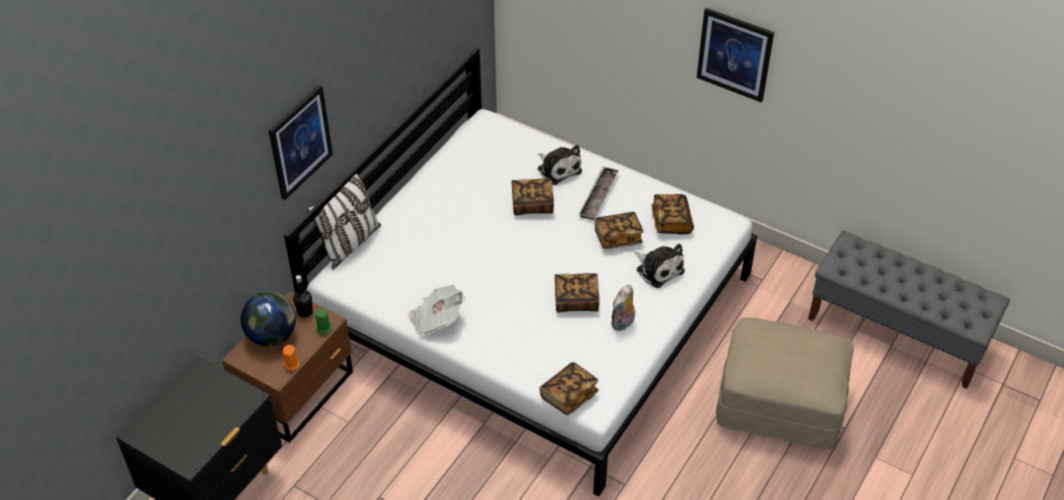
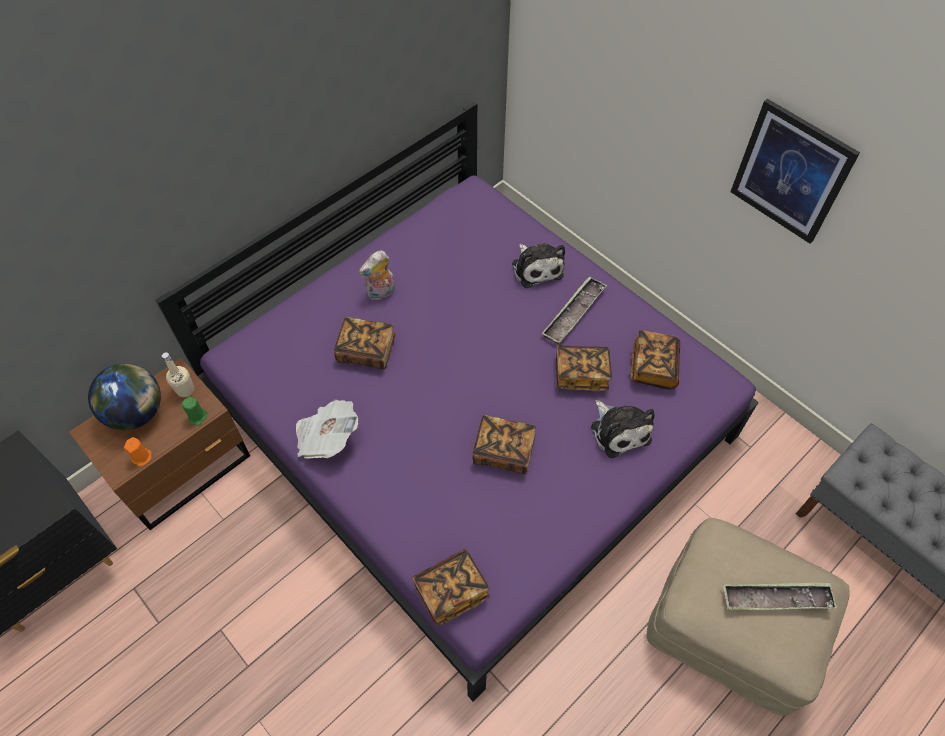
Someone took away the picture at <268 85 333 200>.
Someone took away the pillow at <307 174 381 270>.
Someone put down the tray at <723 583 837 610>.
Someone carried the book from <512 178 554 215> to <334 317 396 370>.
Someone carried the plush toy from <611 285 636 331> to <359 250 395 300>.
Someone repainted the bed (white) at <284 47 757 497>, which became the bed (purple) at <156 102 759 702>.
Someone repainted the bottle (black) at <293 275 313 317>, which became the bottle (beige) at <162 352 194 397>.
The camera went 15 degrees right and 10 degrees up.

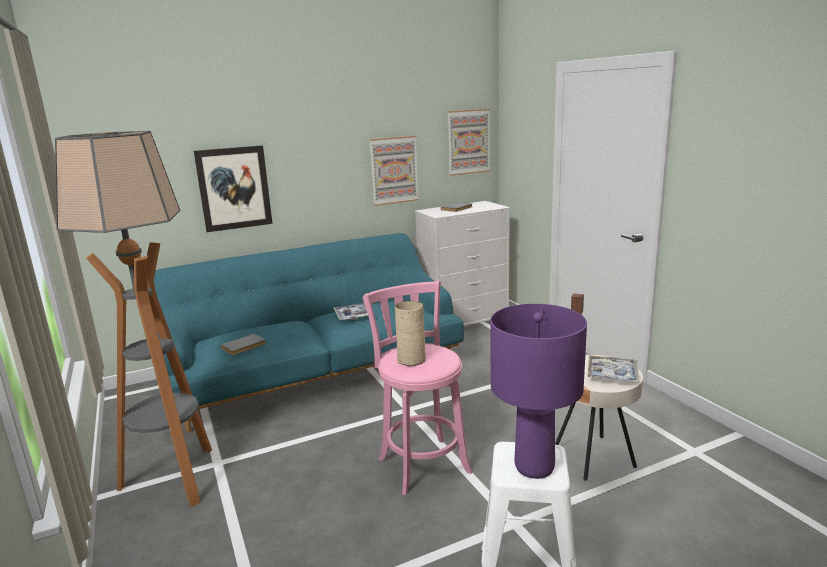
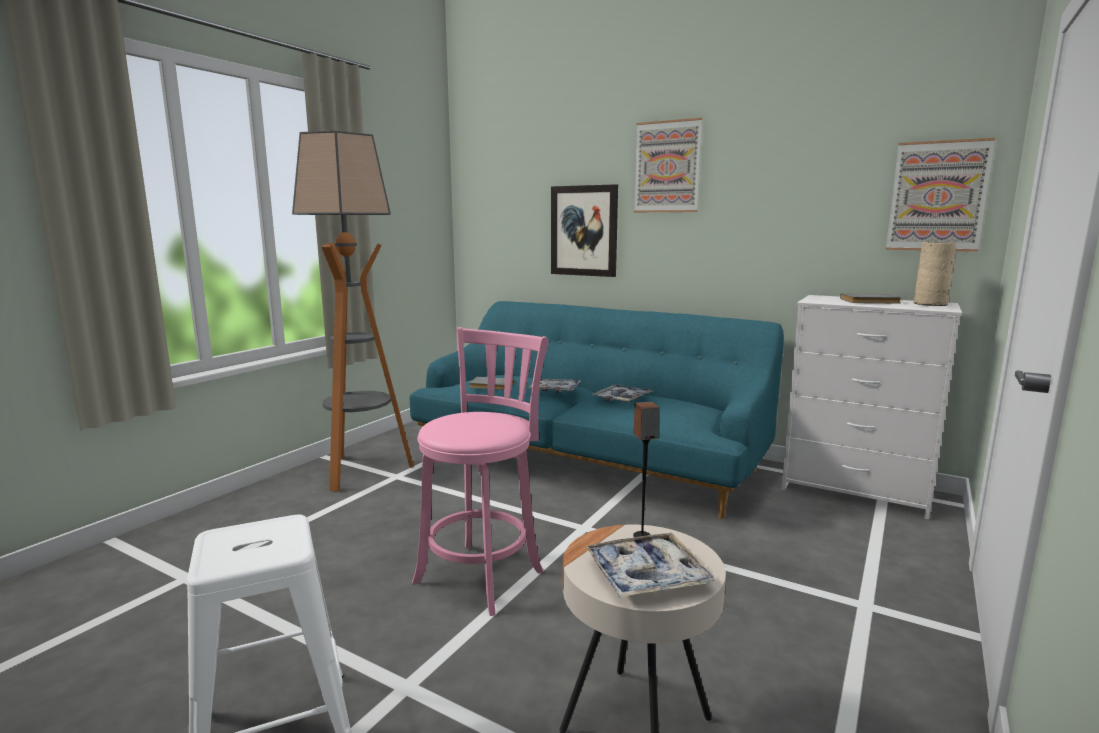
Someone took away the table lamp (purple) at <490 304 587 479>.
Someone put down the tray at <528 379 581 393>.
Someone carried the picture from <369 136 419 206> to <634 118 702 212>.
Someone carried the vase (beige) from <395 301 426 366> to <913 242 956 306>.
The camera went 55 degrees right and 5 degrees down.

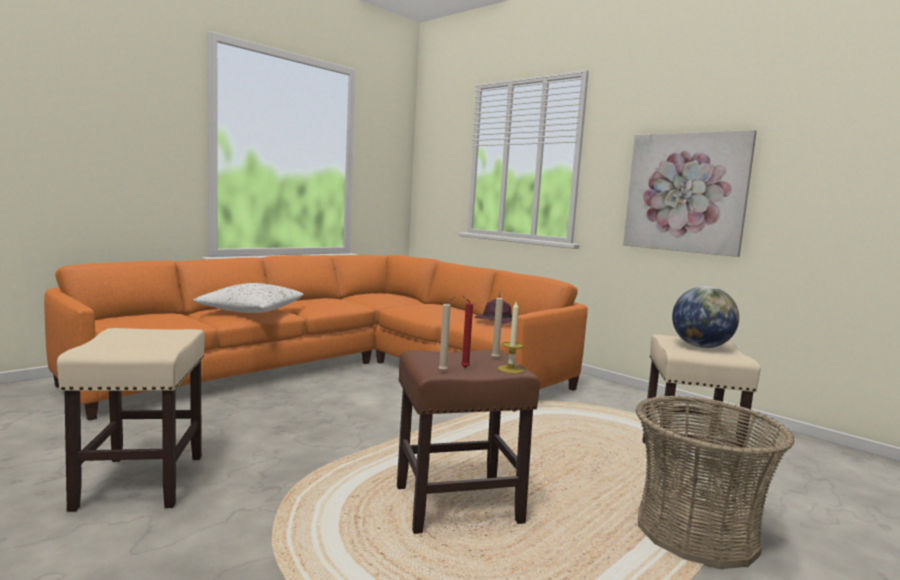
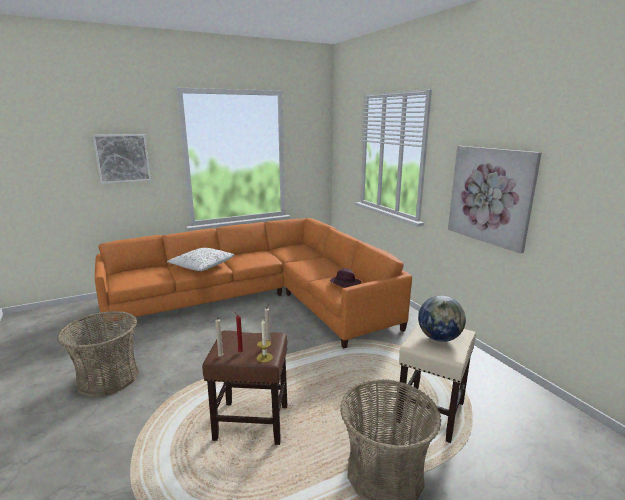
Someone put up the picture at <93 134 151 184>.
Someone swapped the stool (beige) at <57 328 205 512> for the basket at <57 311 139 397>.
The camera went 20 degrees right and 10 degrees up.

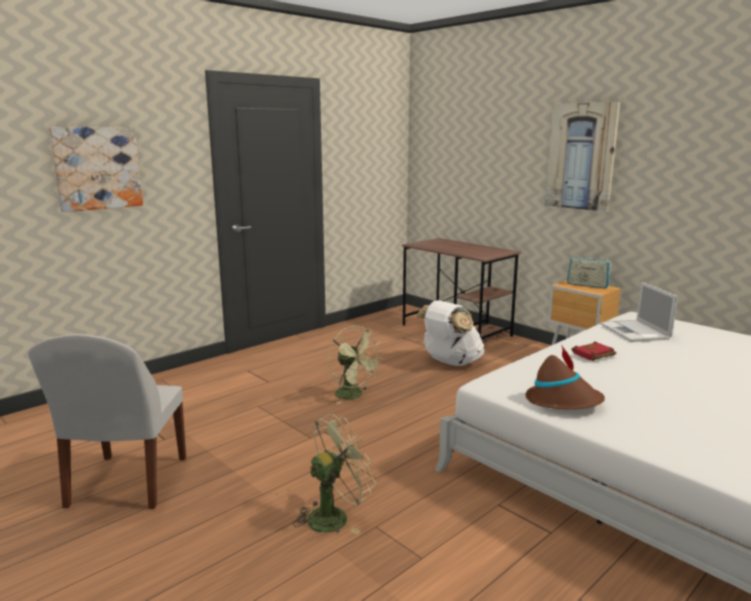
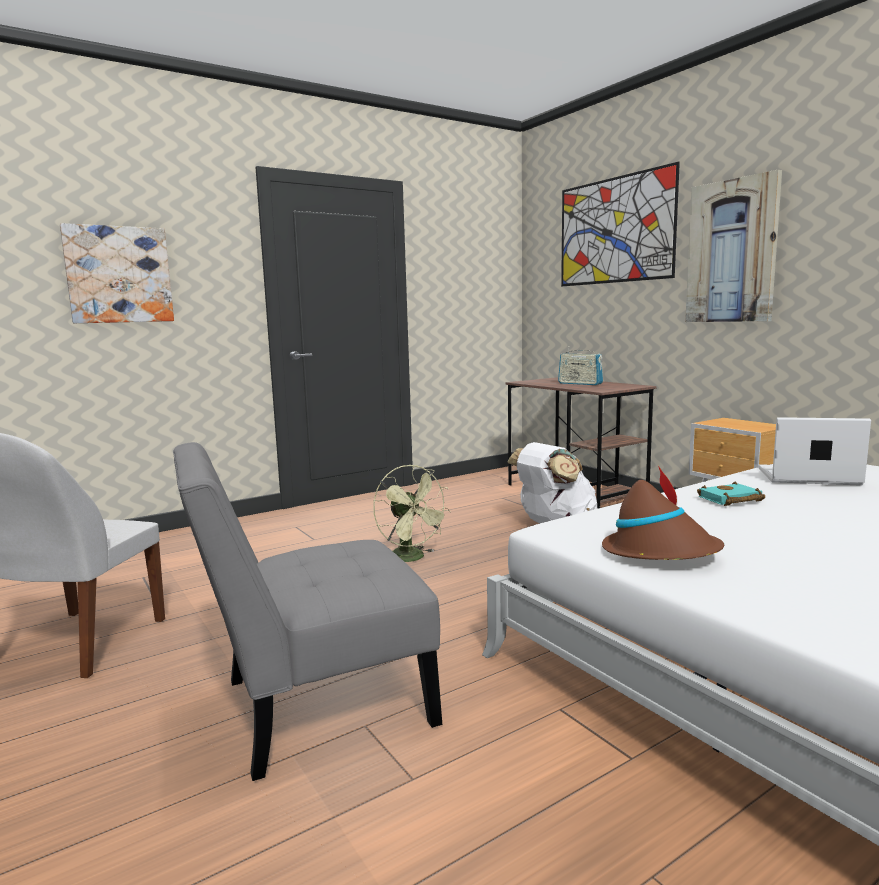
Someone put up the picture at <561 162 680 286>.
Someone carried the radio from <567 251 611 288> to <558 346 603 385>.
Someone swapped the fan (green) at <293 414 376 534> for the chair (grey) at <173 442 442 781>.
Someone repainted the book (red) at <571 341 616 361>, which became the book (turquoise) at <697 481 765 506>.
Someone rotated the laptop at <600 282 678 342> by 105 degrees clockwise.
The camera went 10 degrees right and 5 degrees down.

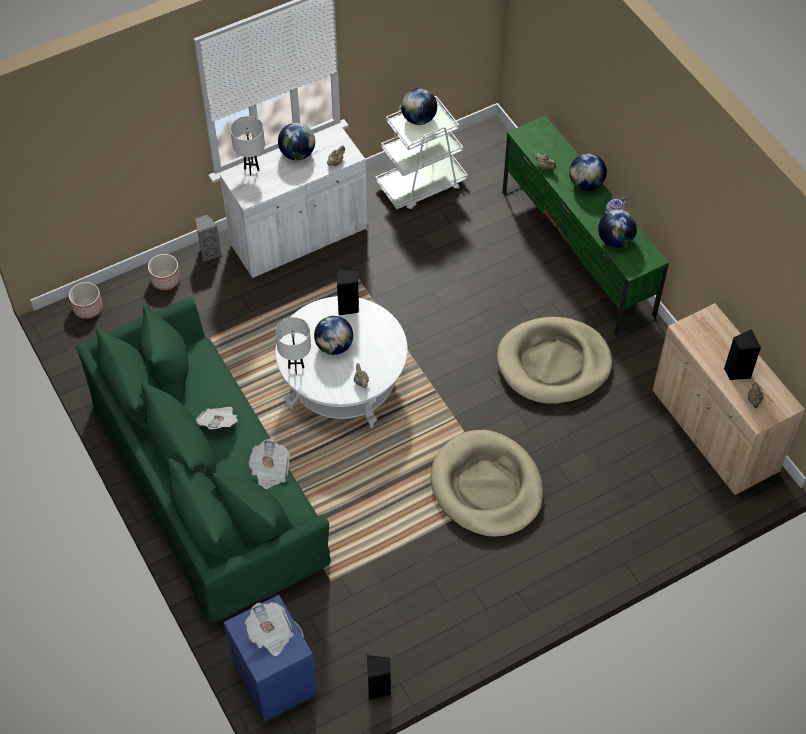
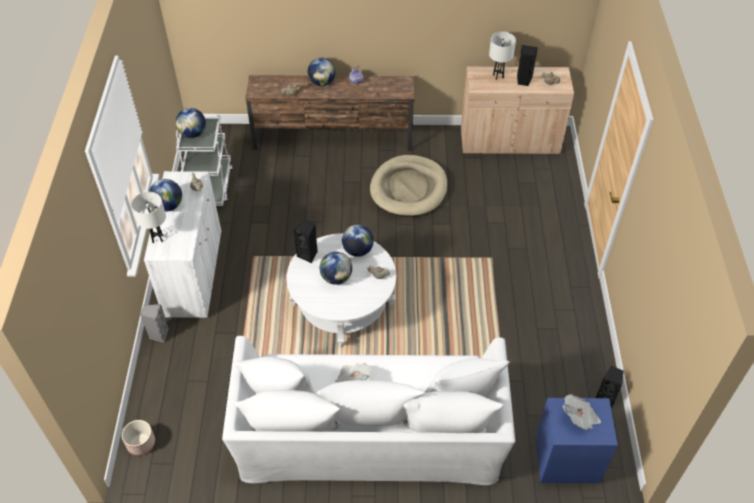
Someone took away the planter at <148 254 180 290>.
Someone took away the newspaper at <248 439 290 489>.
Someone took away the dog bed (beige) at <431 430 543 538>.
Someone carried the table lamp (white) from <275 317 311 375> to <489 32 516 80>.
Someone carried the globe from <598 209 637 248> to <342 225 374 257>.
Someone repainted the sofa (green) at <76 297 331 623>, which became the sofa (white) at <222 336 515 485>.
Someone repainted the tv stand (green) at <503 116 669 338>, which became the tv stand (brown) at <245 75 414 151>.
The camera went 60 degrees left and 5 degrees down.

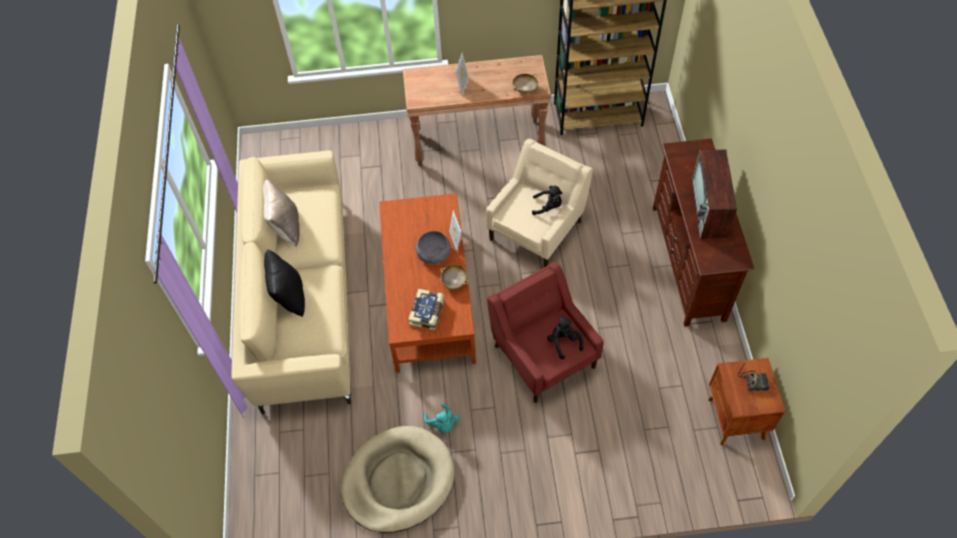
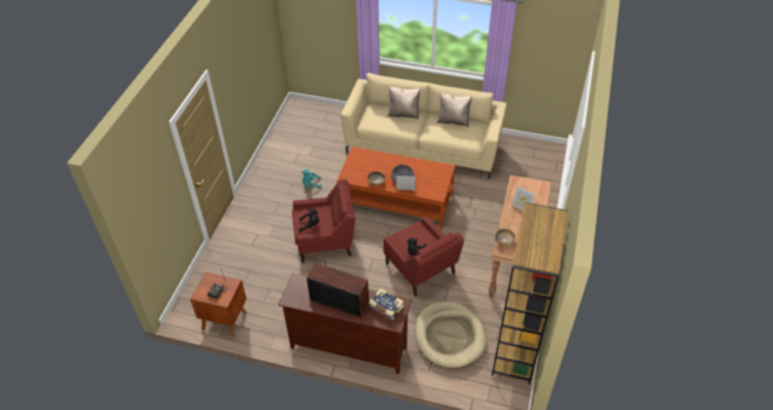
Someone carried the dog bed (beige) from <341 426 454 533> to <415 301 486 368>.
Someone carried the book from <408 289 444 330> to <369 288 404 320>.
Someone repainted the pillow (black) at <264 250 305 317>, which became the pillow (beige) at <388 87 420 119>.
Someone repainted the armchair (beige) at <486 138 593 267>, which became the armchair (red) at <383 216 464 297>.
The camera went 110 degrees right and 10 degrees down.

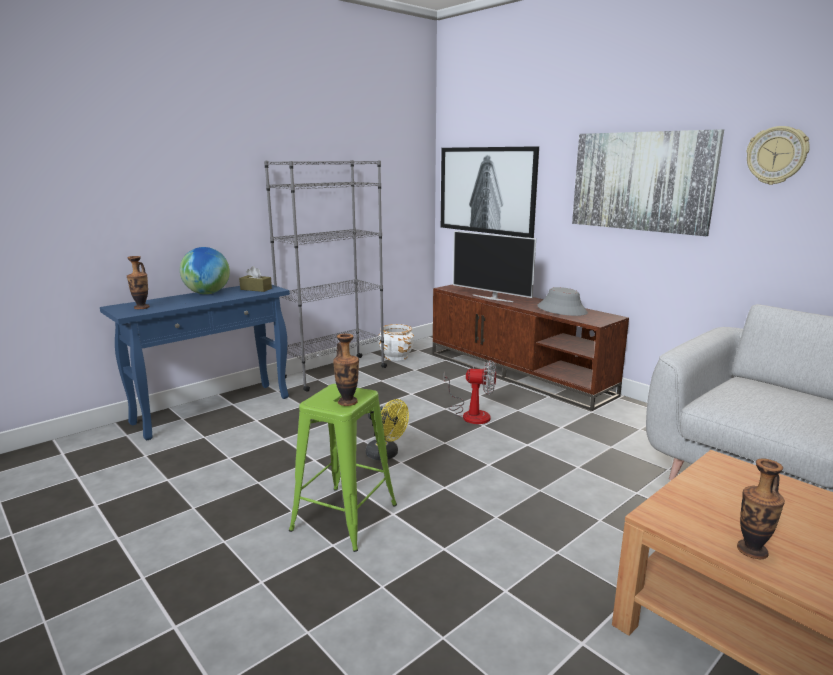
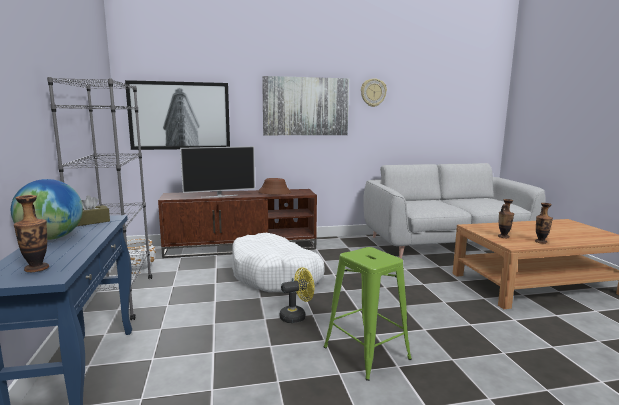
Someone carried the vase from <333 334 359 406> to <498 199 514 238>.
Someone swapped the fan at <444 360 496 424> for the dog bed (white) at <232 233 324 292>.
Someone repainted the hat (grey) at <537 287 588 316>, which became the hat (brown) at <257 178 291 195>.
The camera went 60 degrees left and 5 degrees down.

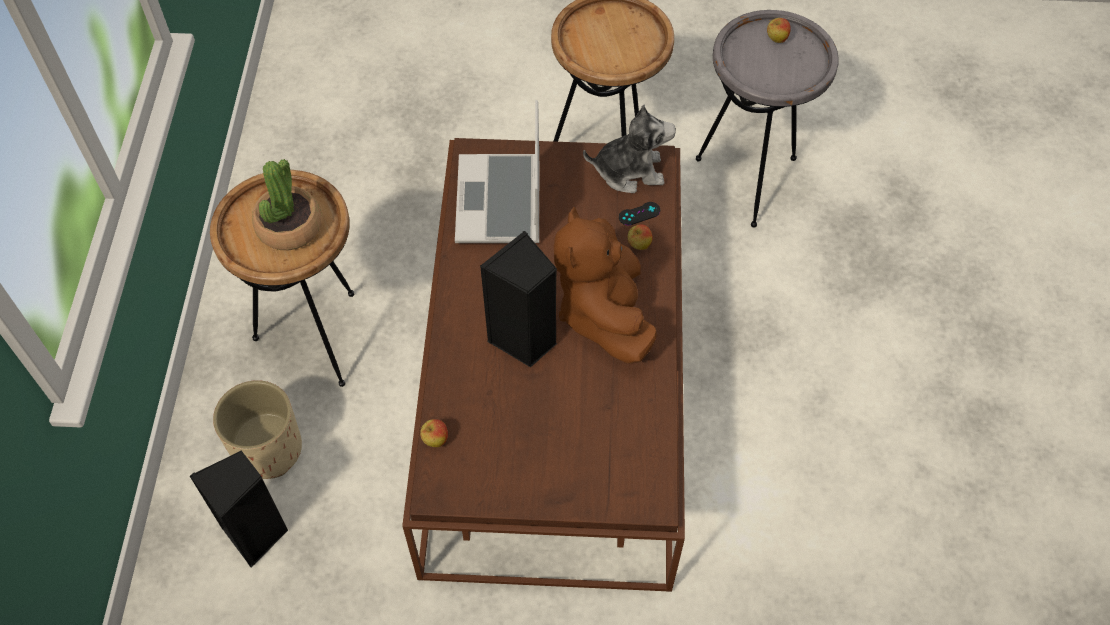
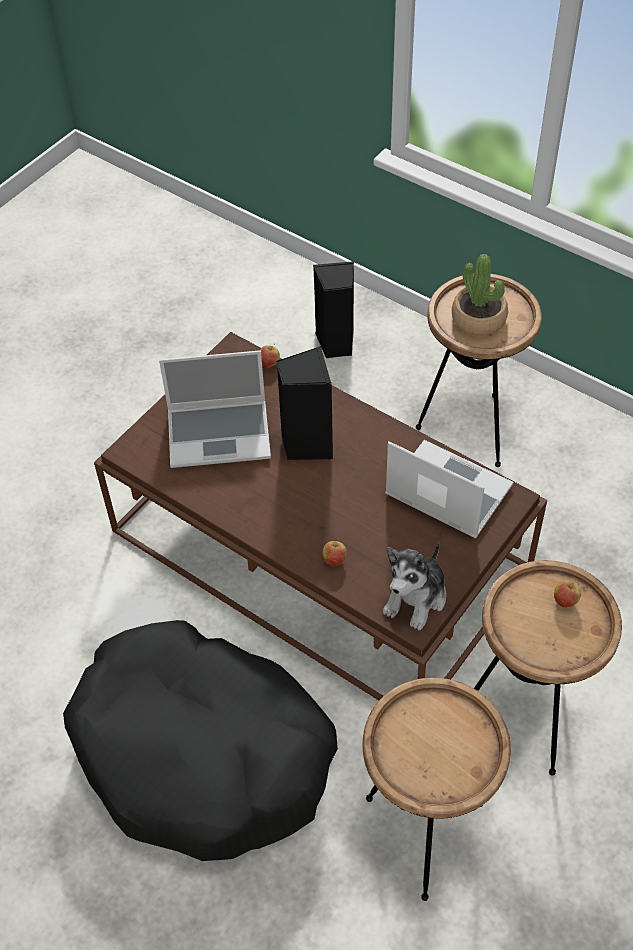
Someone took away the planter (beige) at <213 380 302 479>.
Someone took away the plush toy (brown) at <554 207 657 364>.
Someone took away the game controller (black) at <619 202 660 225>.
Someone put down the dog bed (black) at <63 620 338 861>.
Someone put down the laptop at <159 350 271 468>.
Someone carried the apple from <767 18 791 43> to <554 580 581 608>.
Someone repainted the side table (grey) at <696 10 839 228>, which became the side table (brown) at <363 677 511 901>.
The camera went 125 degrees right and 5 degrees down.

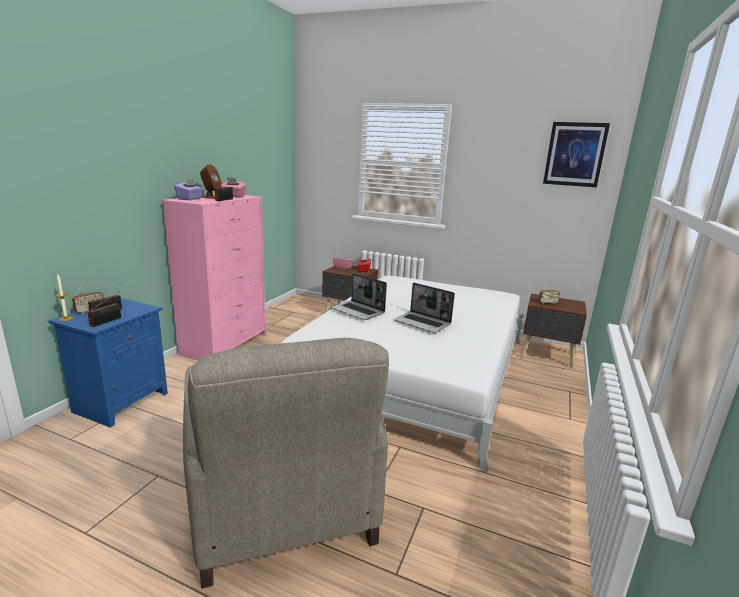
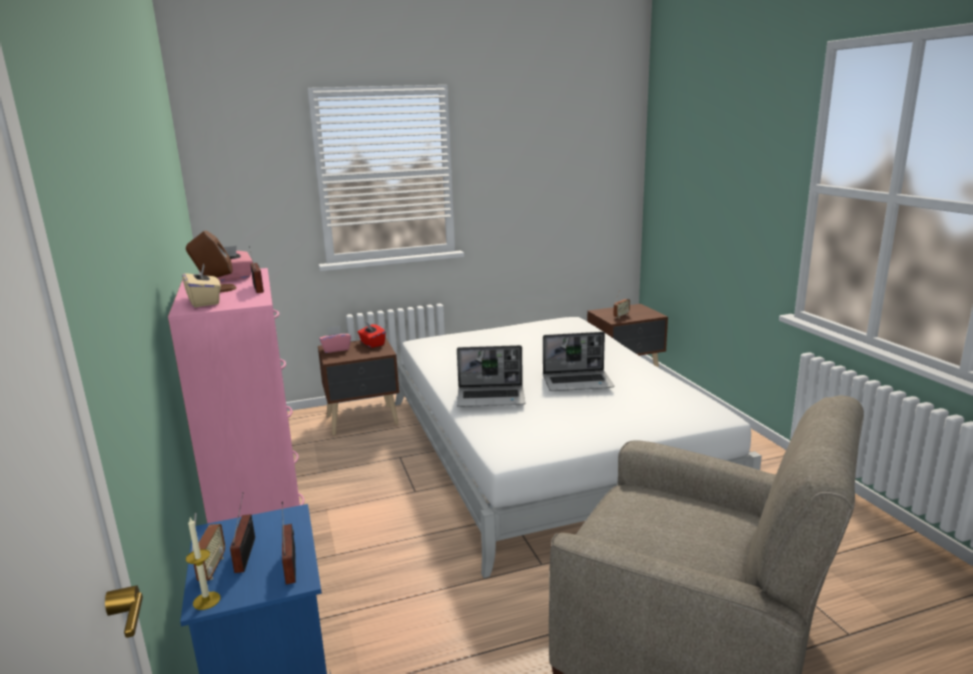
Someone took away the picture at <543 122 610 187>.
Someone repainted the tissue box (purple) at <174 179 203 200>, which became the tissue box (beige) at <182 264 221 307>.
The camera went 40 degrees left and 0 degrees up.

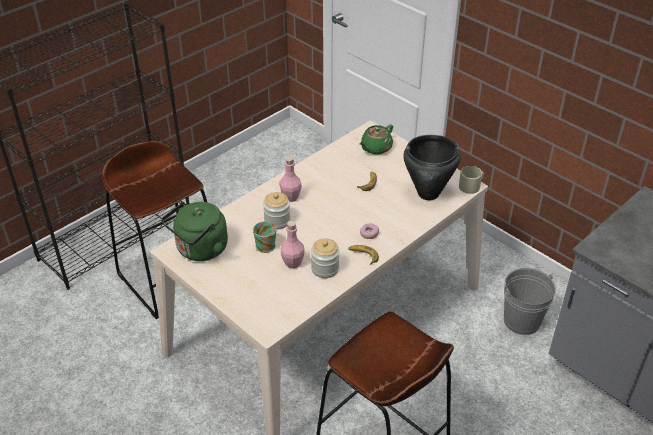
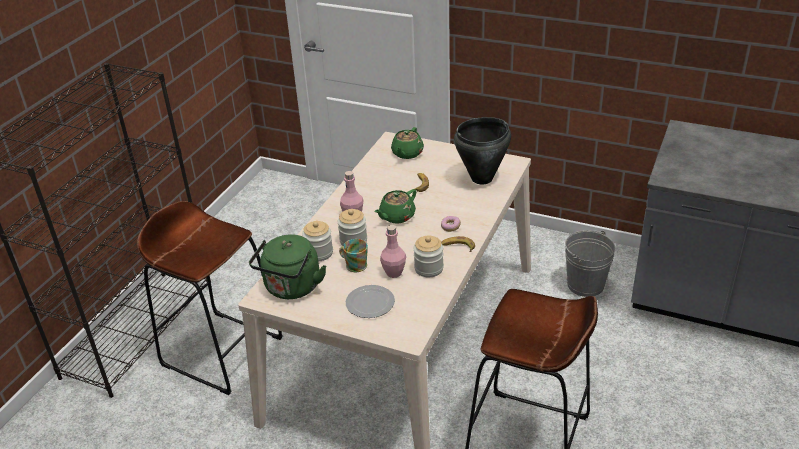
Someone took away the mug (beige) at <459 166 484 194>.
Someone put down the jar at <302 221 333 261>.
Someone put down the plate at <346 285 395 318>.
Someone put down the teapot (green) at <374 189 416 224>.
The camera went 20 degrees left and 5 degrees down.

